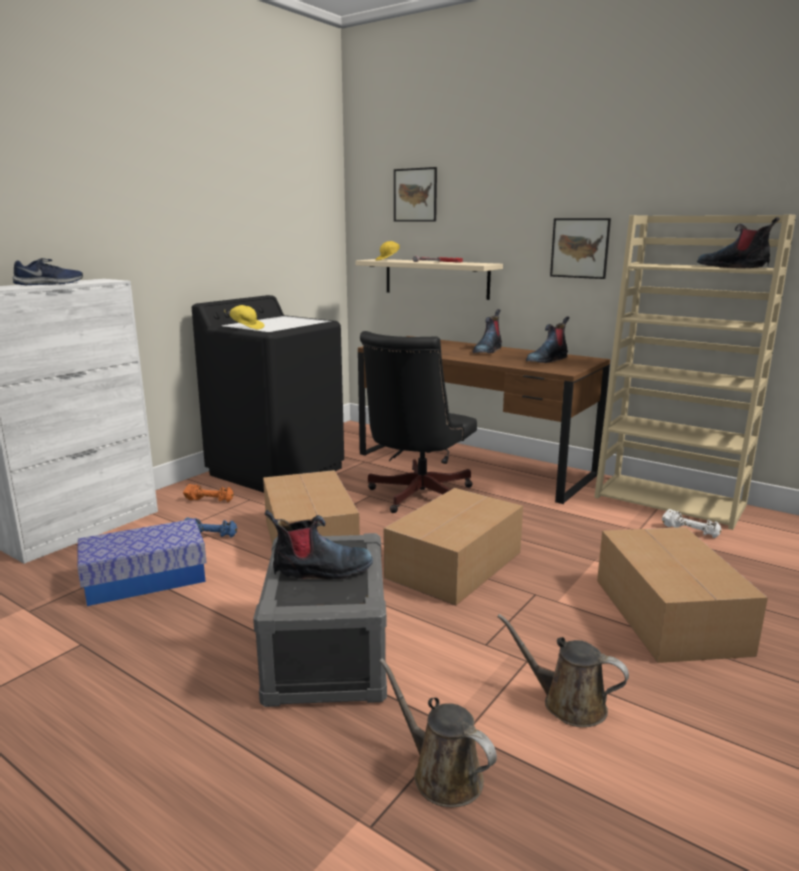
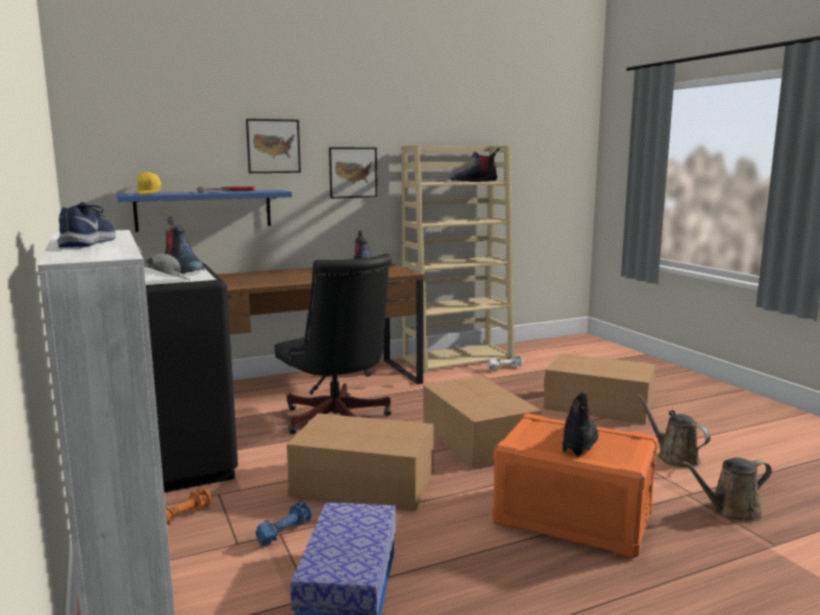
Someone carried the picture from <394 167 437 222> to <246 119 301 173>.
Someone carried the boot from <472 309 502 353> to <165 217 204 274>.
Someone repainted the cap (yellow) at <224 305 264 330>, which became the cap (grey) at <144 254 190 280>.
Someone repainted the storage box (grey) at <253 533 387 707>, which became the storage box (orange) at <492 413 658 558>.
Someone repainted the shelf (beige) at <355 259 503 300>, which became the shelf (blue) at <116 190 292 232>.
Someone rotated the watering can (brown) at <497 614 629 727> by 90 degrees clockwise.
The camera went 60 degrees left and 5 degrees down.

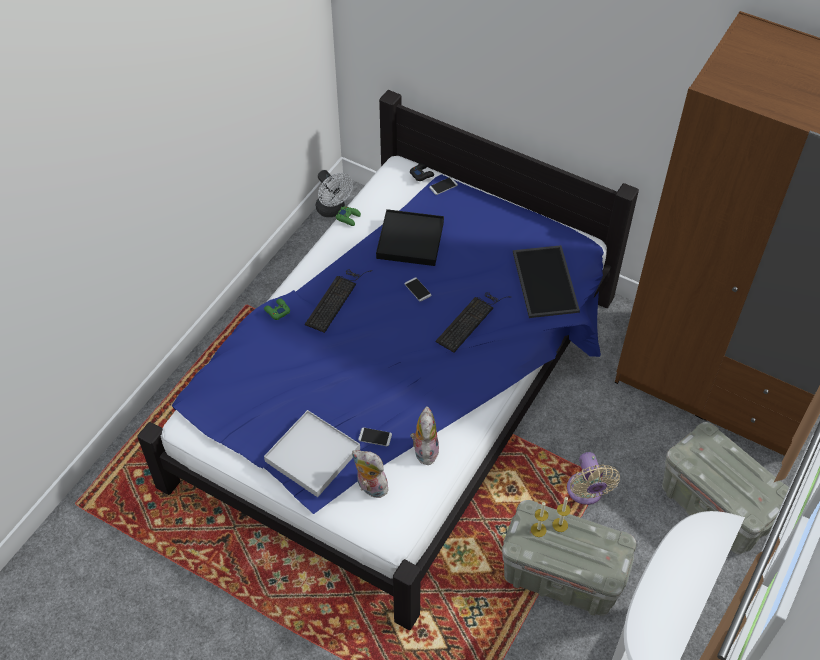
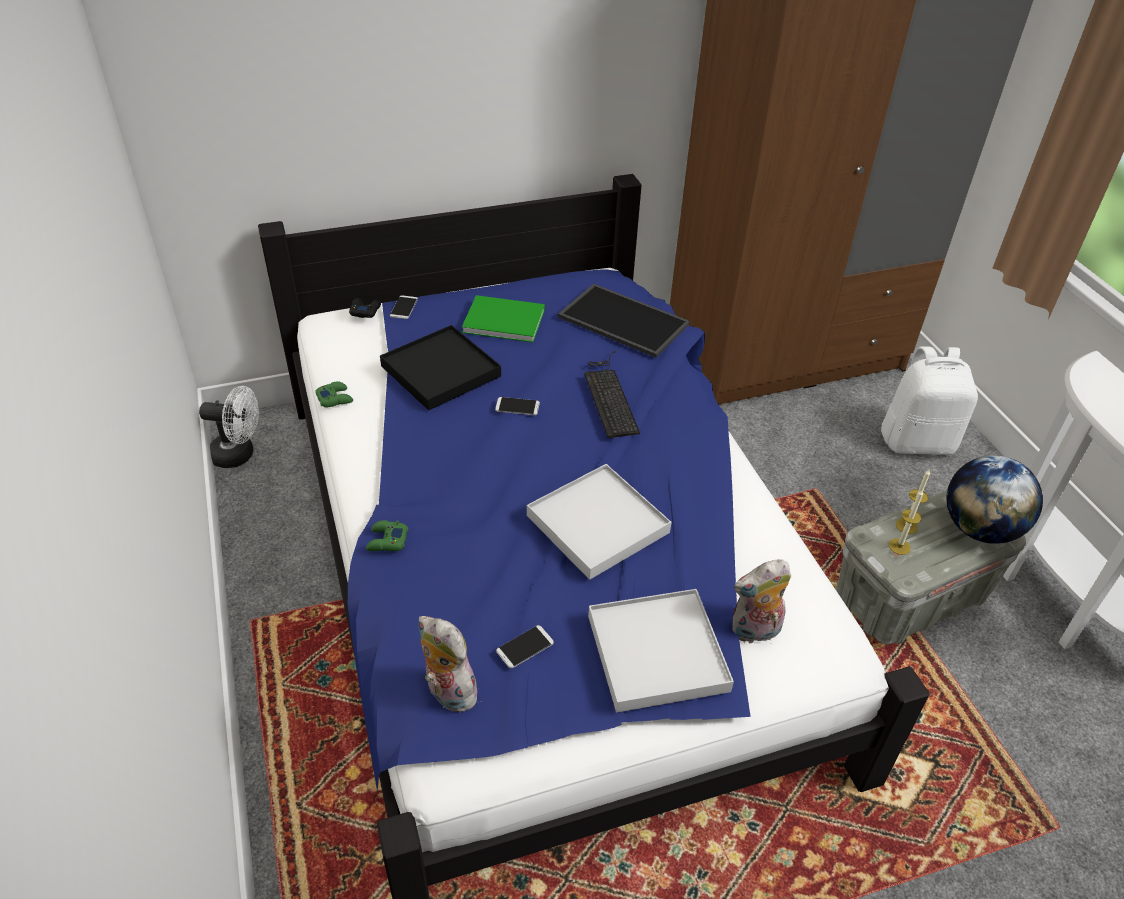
Someone took away the keyboard at <305 270 372 333>.
Someone took away the fan (beige) at <567 452 620 505>.
Someone put down the book (green) at <462 295 545 342>.
Someone put down the tray (white) at <527 464 671 580>.
Someone put down the globe at <946 455 1043 544>.
Someone carried the phone from <358 427 392 446> to <496 625 554 668>.
Someone carried the plush toy from <410 406 439 467> to <418 616 479 712>.
Someone swapped the storage box (grey) at <662 422 789 554> for the backpack (white) at <881 346 978 455>.
The camera went 50 degrees left and 10 degrees down.

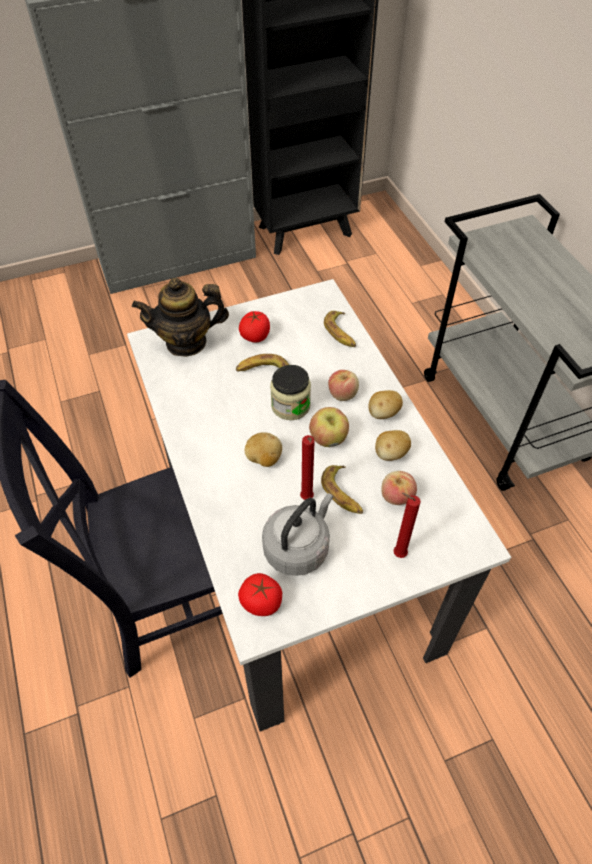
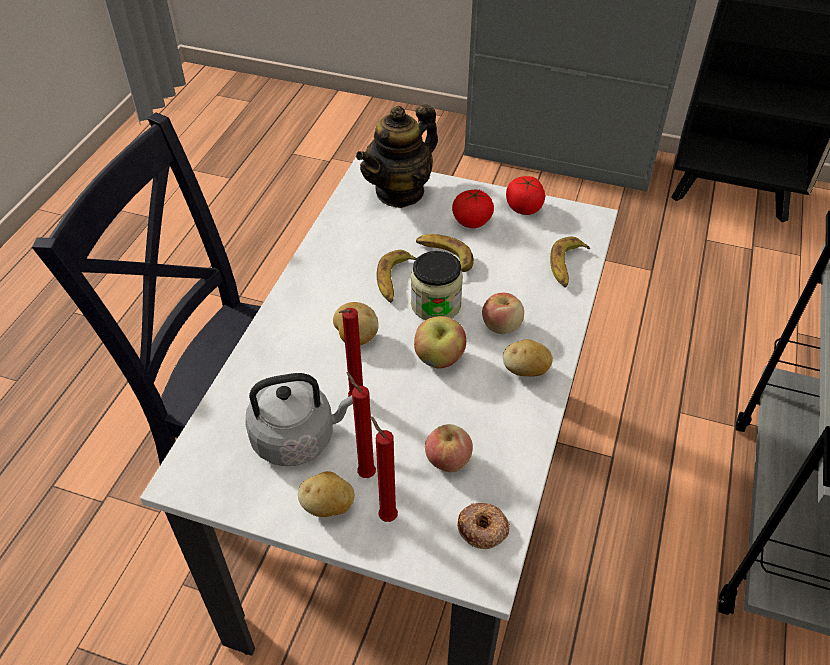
Someone put down the candle (red) at <347 372 376 478>.
Someone put down the donut at <457 503 510 549>.
Someone carried the tomato from <238 573 282 616> to <506 176 545 215>.
Someone carried the banana from <321 465 363 514> to <376 250 417 303>.
Someone carried the potato from <375 430 411 461> to <298 471 355 517>.
Someone rotated the teapot at <132 278 229 357> by 75 degrees counterclockwise.
The camera went 40 degrees right and 5 degrees down.

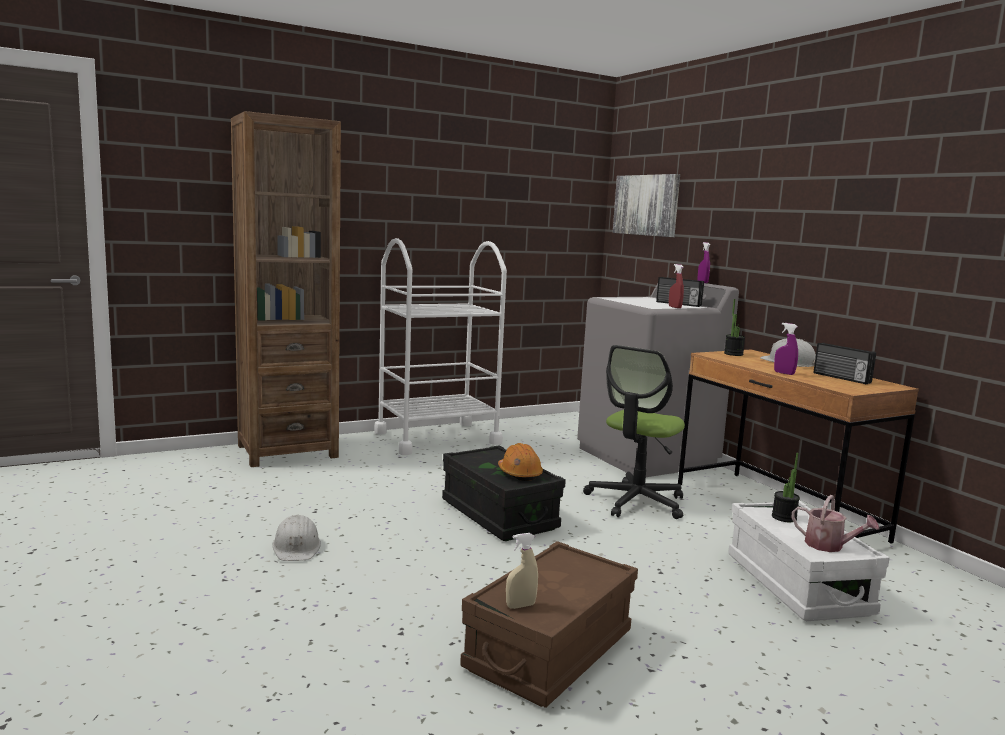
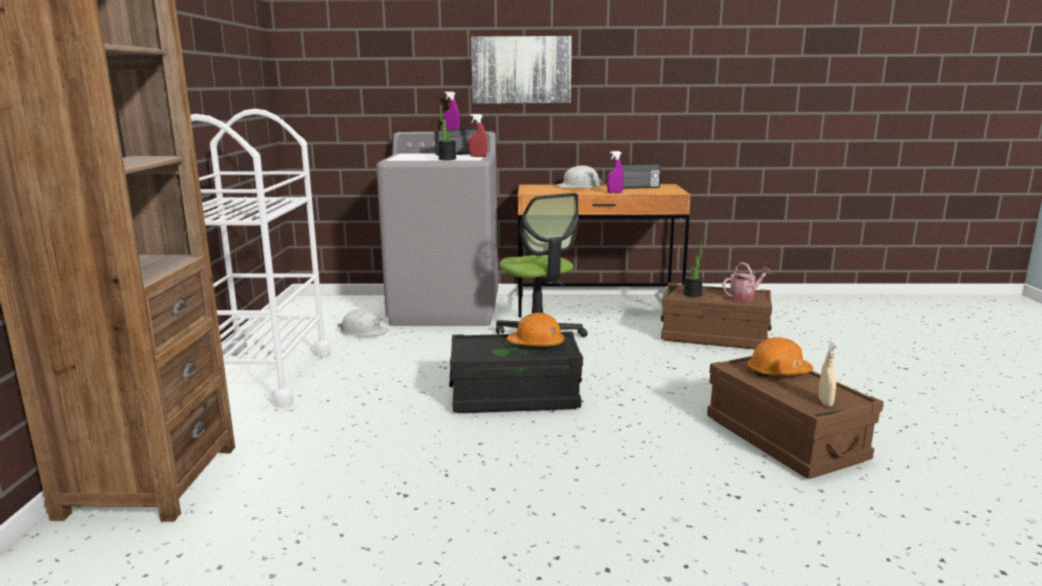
Someone put down the hard hat (orange) at <747 337 813 377>.
Someone carried the hard hat (white) from <272 515 321 561> to <338 309 389 336>.
Someone carried the picture from <613 174 680 237> to <471 36 572 104>.
Someone carried the potted plant from <724 299 745 356> to <438 105 456 160>.
Someone repainted the storage box (white) at <728 501 890 621>, which became the storage box (brown) at <661 283 772 350>.
The camera went 60 degrees left and 5 degrees up.

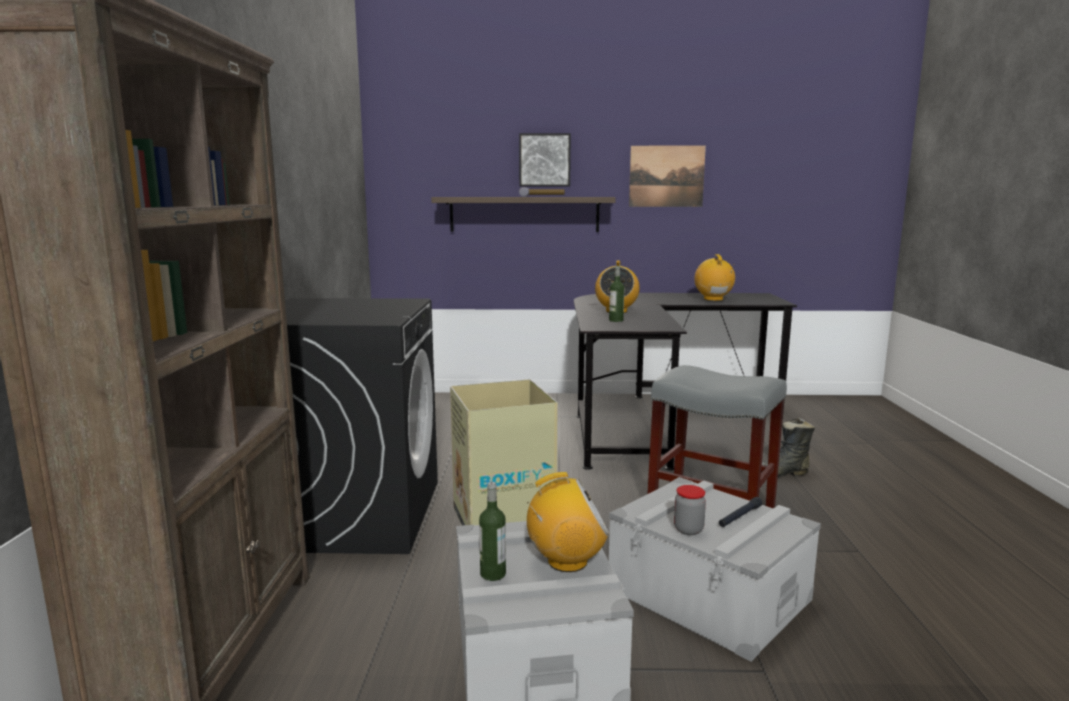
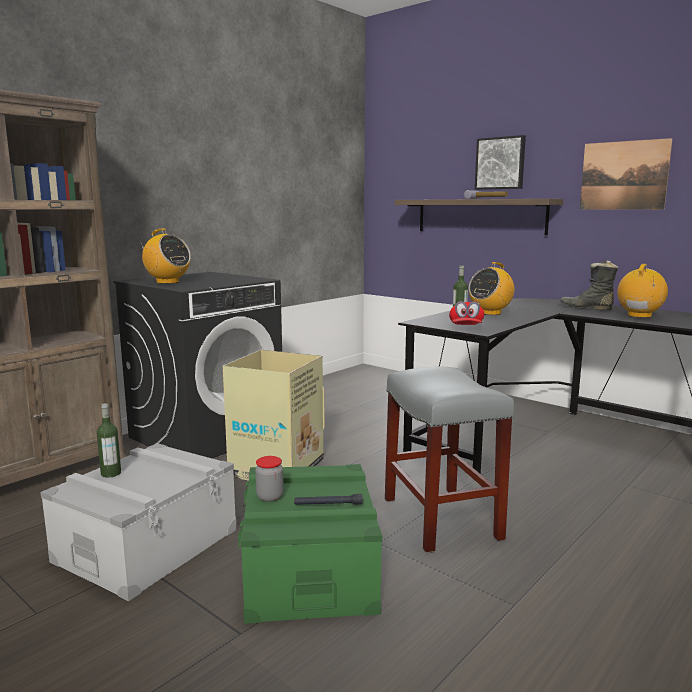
Someone put down the cap (red) at <449 301 484 325>.
Someone carried the radio from <527 472 609 572> to <138 229 191 284>.
Someone carried the boot (black) from <762 418 815 477> to <560 260 618 310>.
Someone repainted the storage box (grey) at <609 477 821 662>, which became the storage box (green) at <238 464 382 624>.
The camera went 40 degrees right and 0 degrees up.

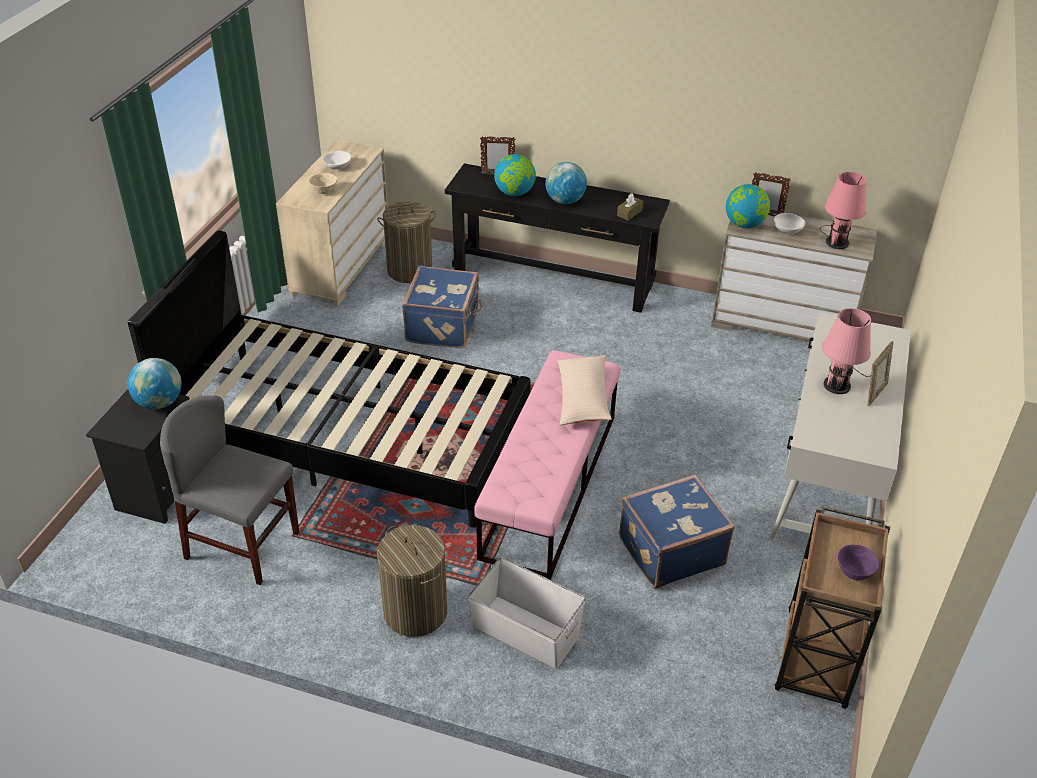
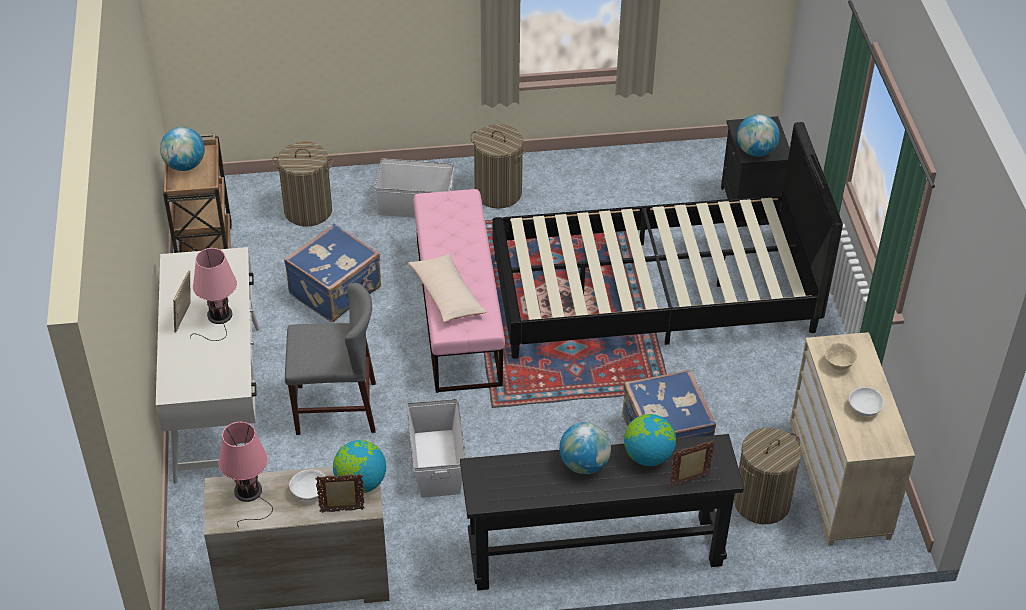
Someone took away the tissue box (brown) at <617 194 643 220>.
Someone put down the laundry basket at <272 141 334 227>.
Someone put down the storage box (white) at <406 399 466 498>.
Someone carried the chair (grey) from <160 395 299 585> to <285 283 376 435>.
Someone swapped the bowl (purple) at <838 545 879 580> for the globe at <160 127 205 171>.
The camera went 155 degrees right and 5 degrees up.

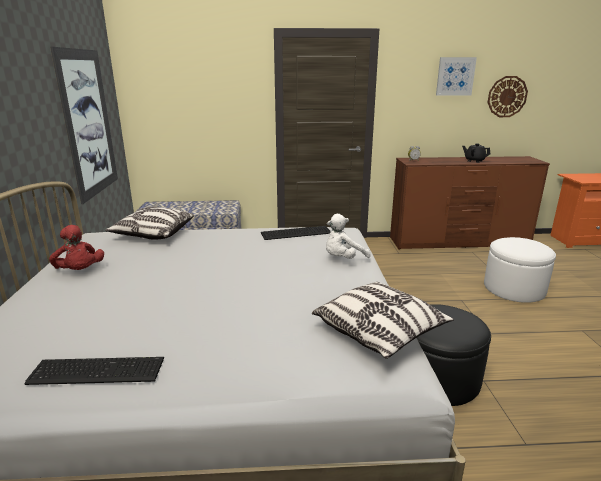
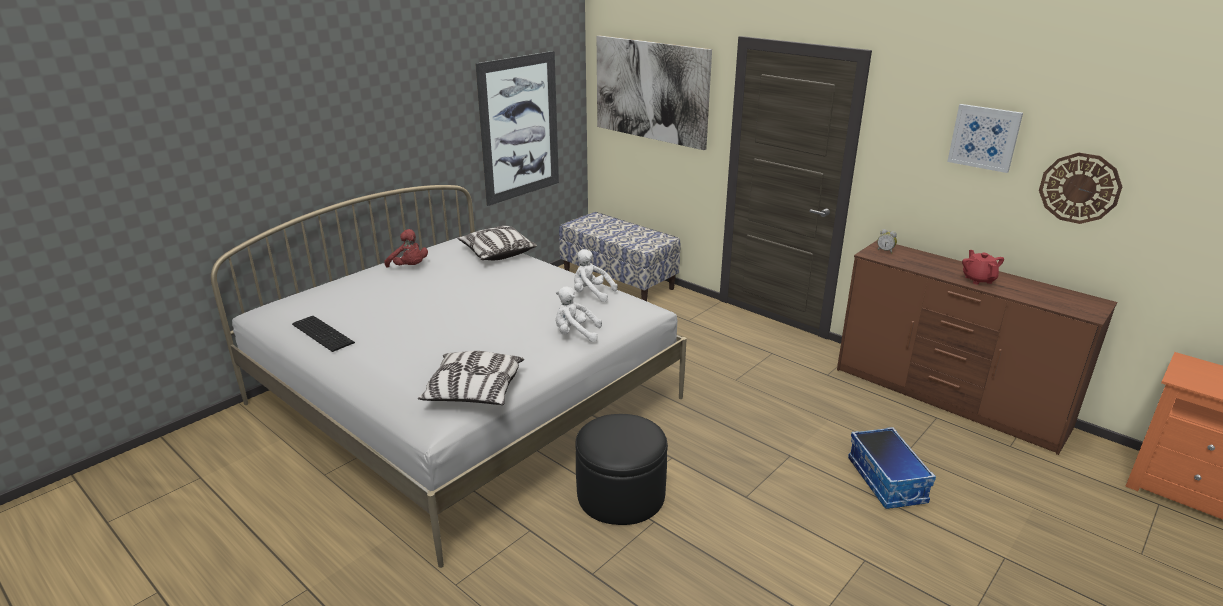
Someone put up the picture at <597 35 712 150>.
Someone swapped the keyboard at <261 226 331 240> for the plush toy (white) at <574 249 618 302>.
Someone swapped the ottoman (white) at <484 237 556 303> for the storage box at <848 427 936 509>.
Someone repainted the teapot (black) at <462 143 490 163>, which became the teapot (red) at <962 250 1004 284>.
Someone rotated the plush toy (red) at <49 225 104 270> by 60 degrees counterclockwise.
The camera went 45 degrees right and 5 degrees up.

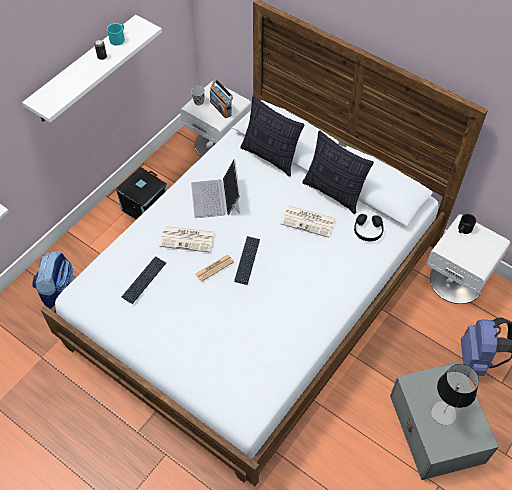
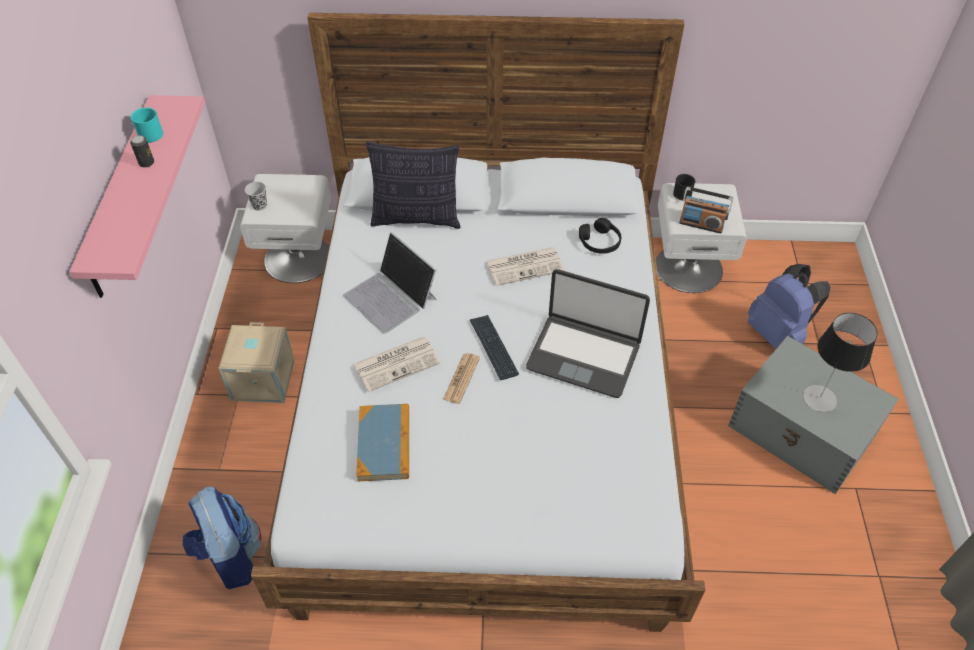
Someone took away the pillow at <302 131 374 214>.
Someone put down the laptop at <526 269 650 398>.
Someone carried the radio from <210 79 233 118> to <679 187 733 234>.
Someone swapped the keyboard at <122 256 166 304> for the book at <356 404 409 481>.
Someone repainted the shelf (white) at <22 15 162 122>, which became the shelf (pink) at <69 95 205 298>.
Someone repainted the storage box (black) at <116 167 168 220>, which became the storage box (beige) at <218 322 294 403>.
The camera went 35 degrees left and 5 degrees down.

